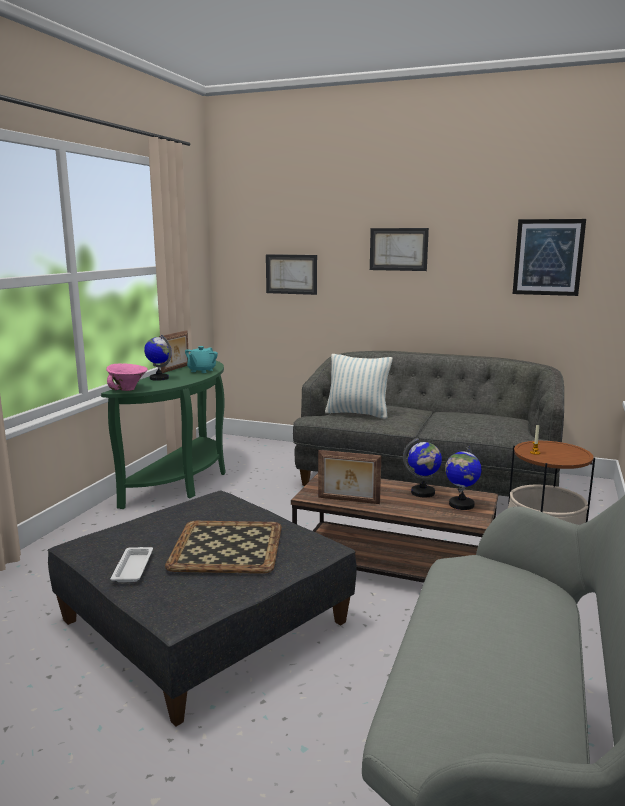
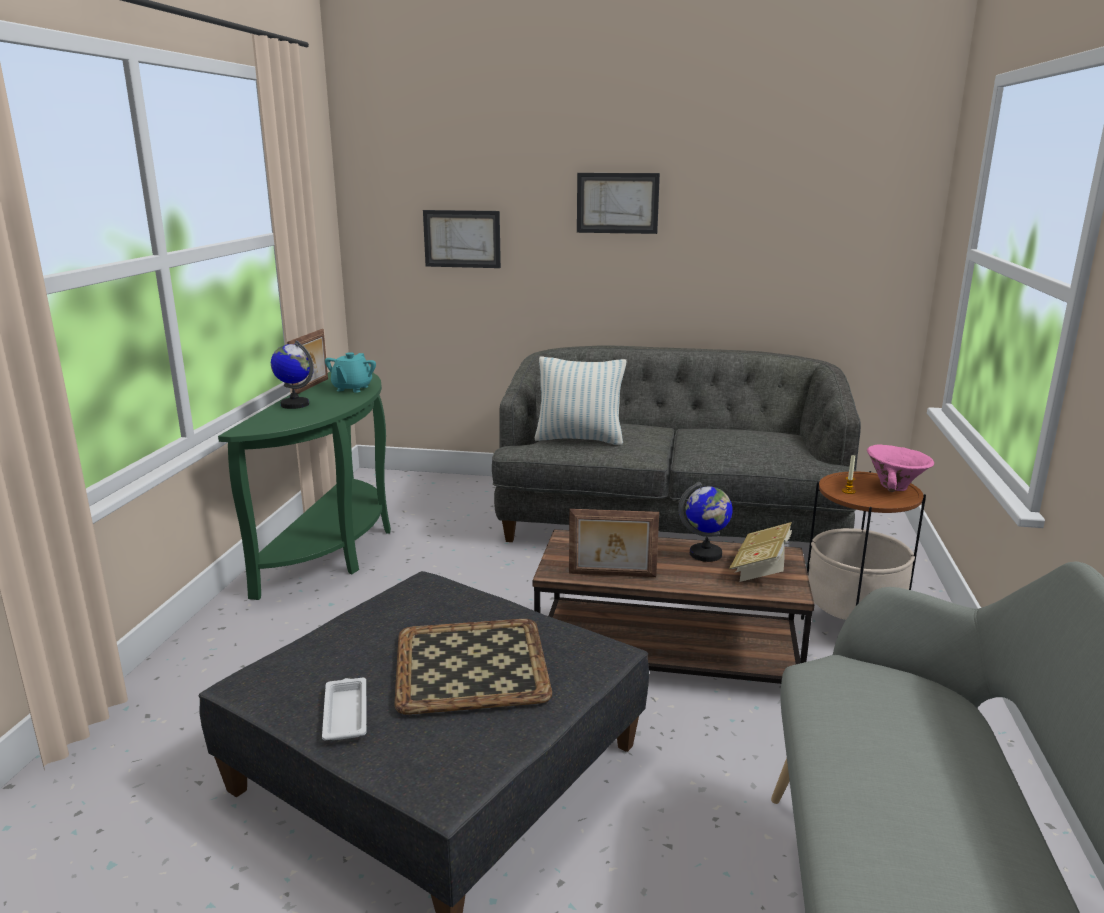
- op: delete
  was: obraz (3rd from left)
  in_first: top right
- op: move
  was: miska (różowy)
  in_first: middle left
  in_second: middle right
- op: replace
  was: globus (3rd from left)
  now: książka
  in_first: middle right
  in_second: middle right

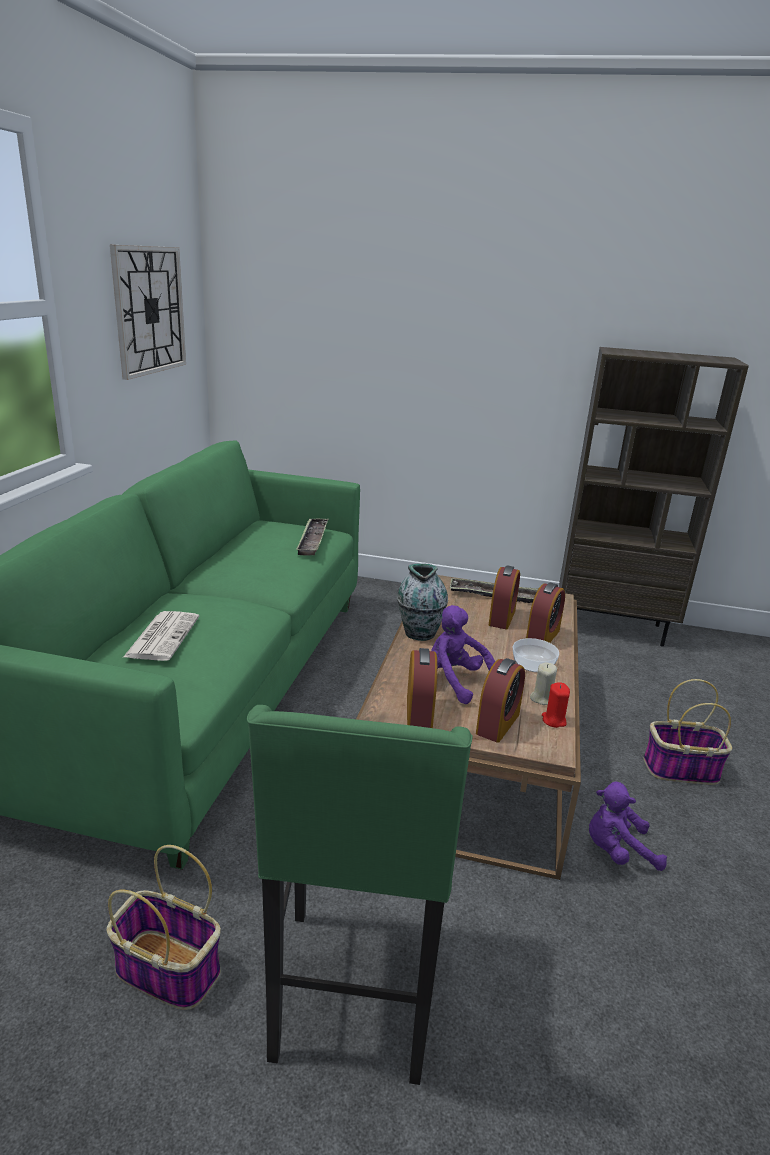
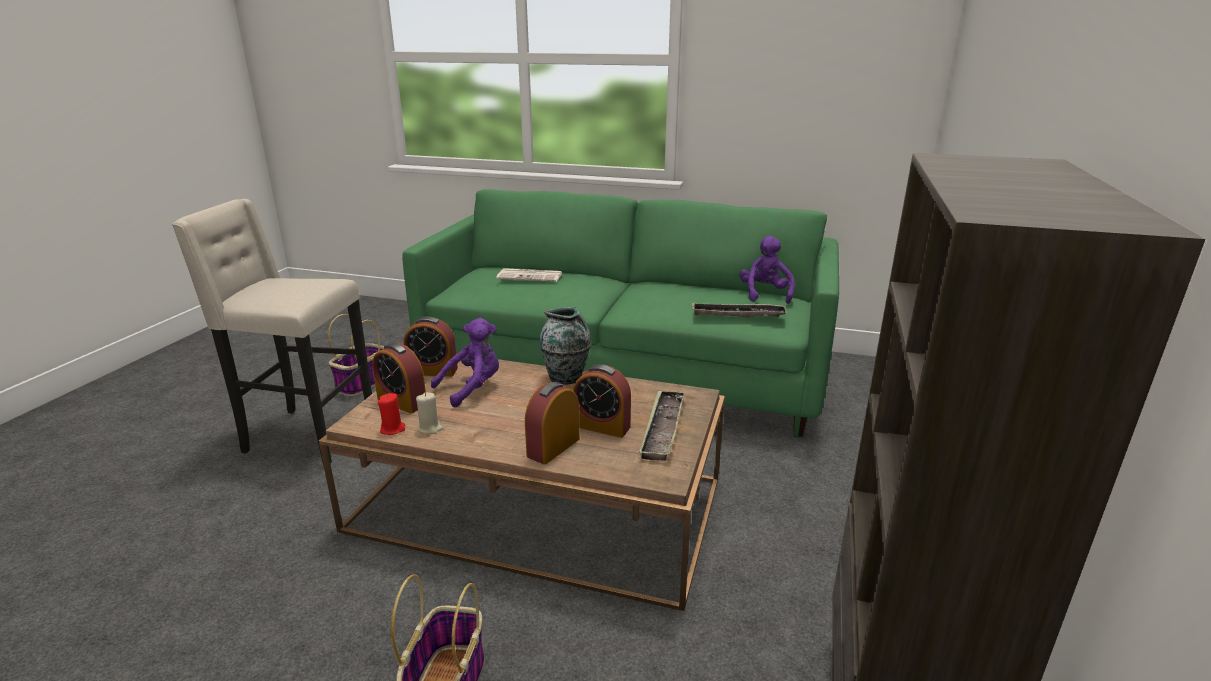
- op: delete
  was: zegar ścienny
  in_first: top left
- op: delete
  was: miska
  in_first: middle right
- op: move
  was: pluszak (fioletowy) (2nd from left)
  in_first: bottom right
  in_second: centre
- op: recolor
  was: stołek (zielony)
  now: stołek (beżowy)
  in_first: bottom centre
  in_second: middle left
- op: rotate
  was: budzik (4th from left in the first image)
  in_first: middle right
  in_second: centre
  clockwise: 90

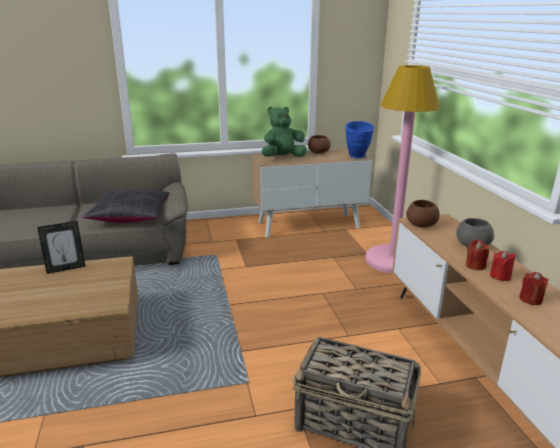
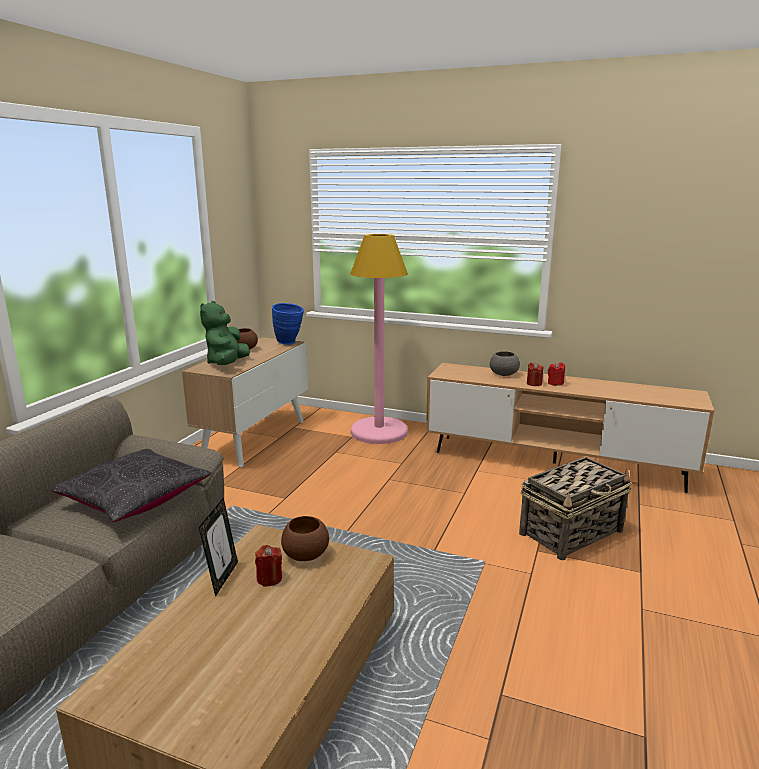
- op: move
  was: miska (brązowy) (2nd from left)
  in_first: middle right
  in_second: bottom centre
- op: move
  was: świeca (czerwony) (3rd from left in the first image)
  now: świeca (czerwony) (1st from left)
  in_first: middle right
  in_second: bottom centre

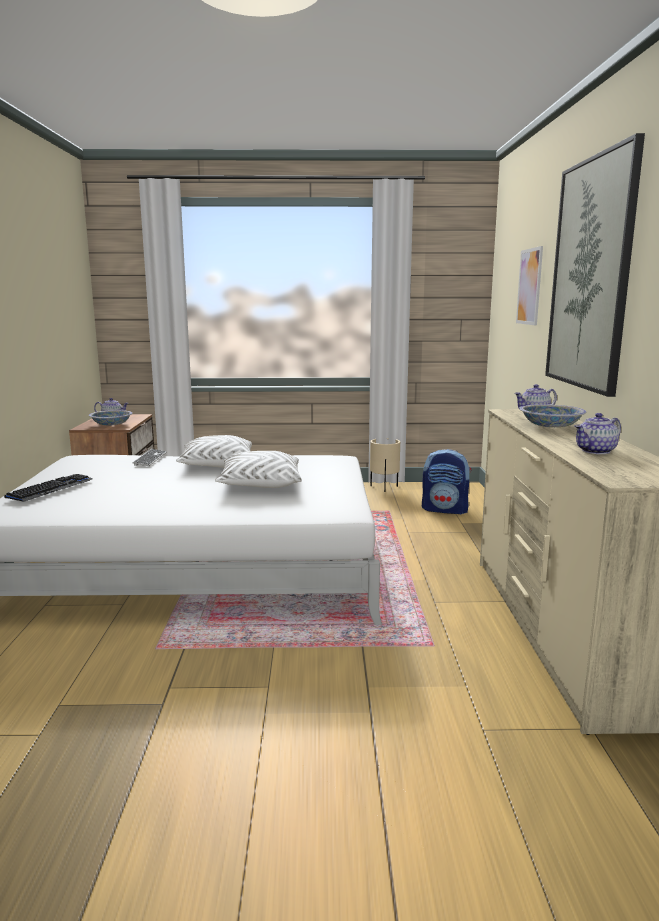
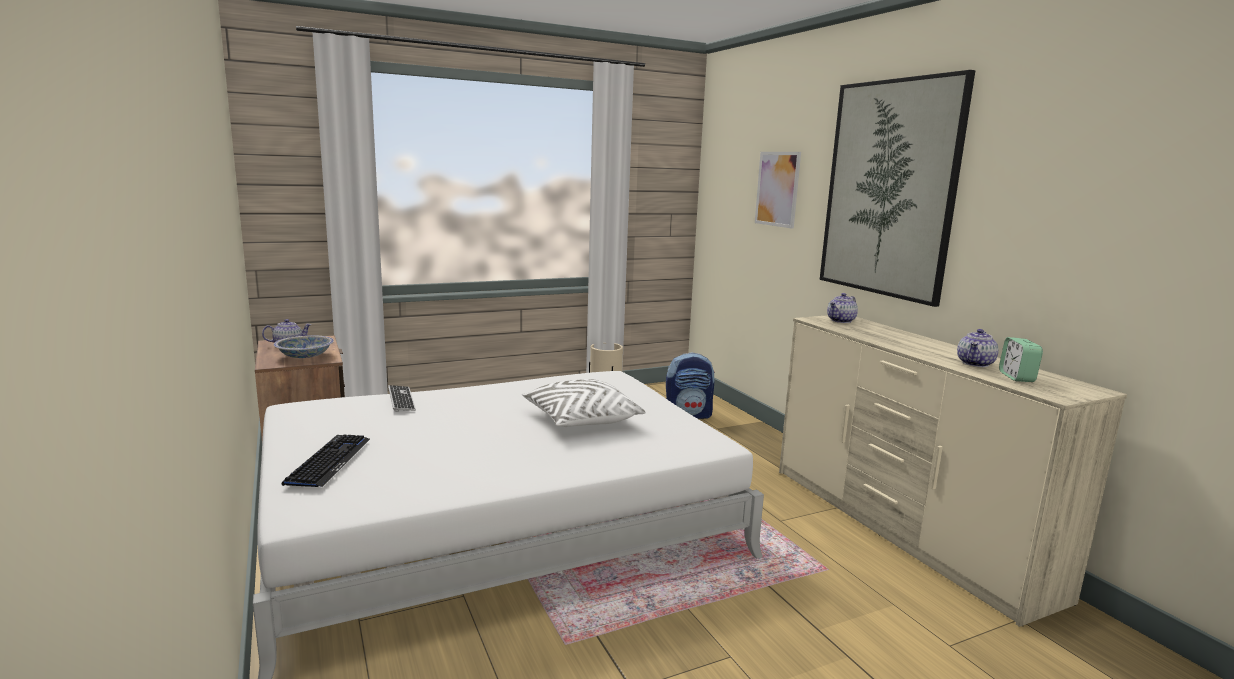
- op: delete
  was: poduszka (biały) (1st from left)
  in_first: middle left
- op: delete
  was: miska (2nd from left)
  in_first: middle right
- op: insert
  now: budzik
  in_second: middle right

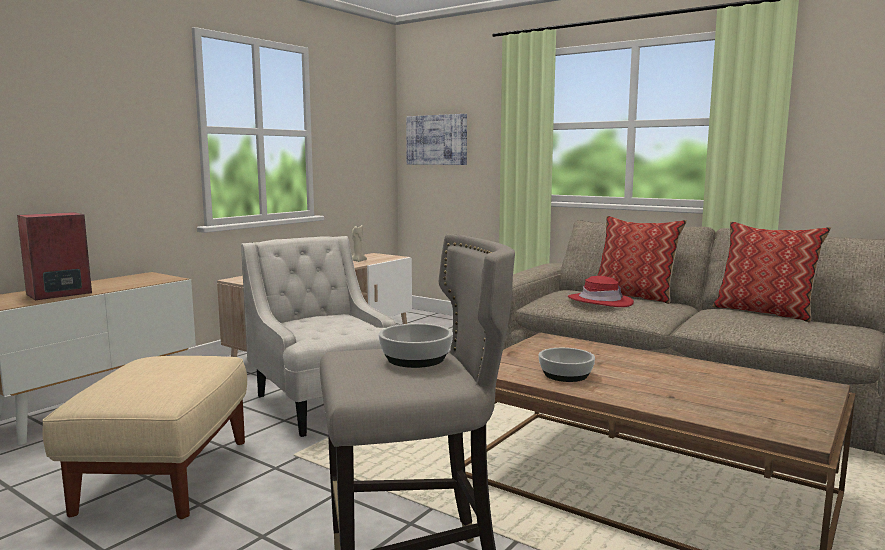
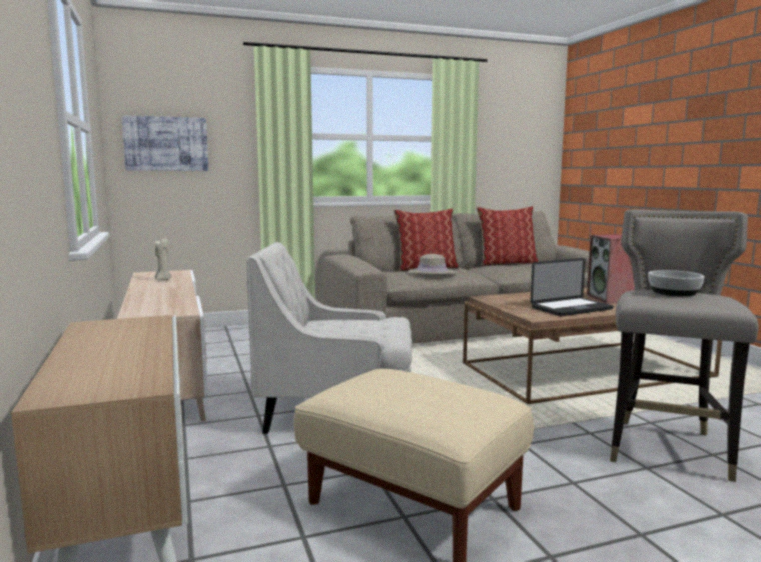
- op: move
  was: głośnik
  in_first: middle left
  in_second: middle right
- op: replace
  was: miska (2nd from left)
  now: laptop
  in_first: centre
  in_second: middle right
- op: recolor
  was: kapelusz (czerwony)
  now: kapelusz (beżowy)
  in_first: middle right
  in_second: centre

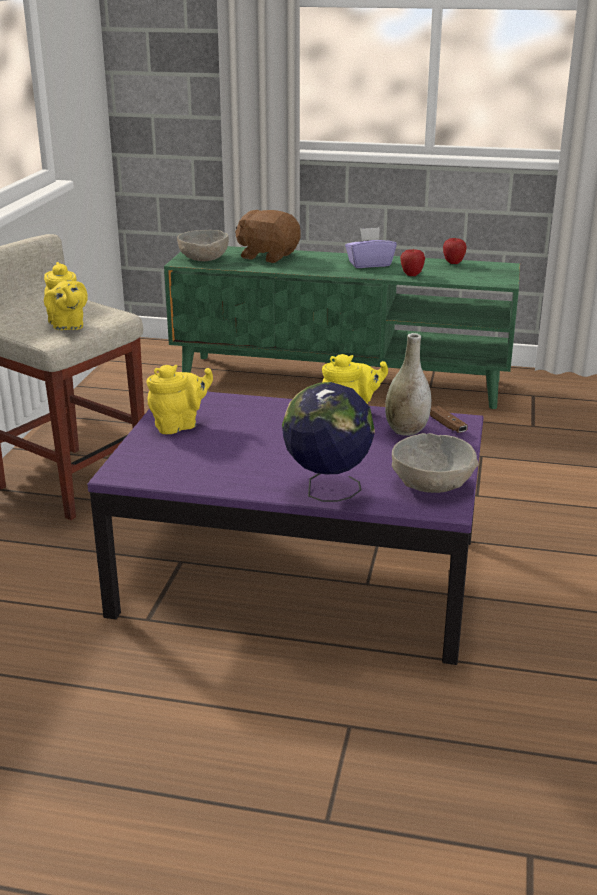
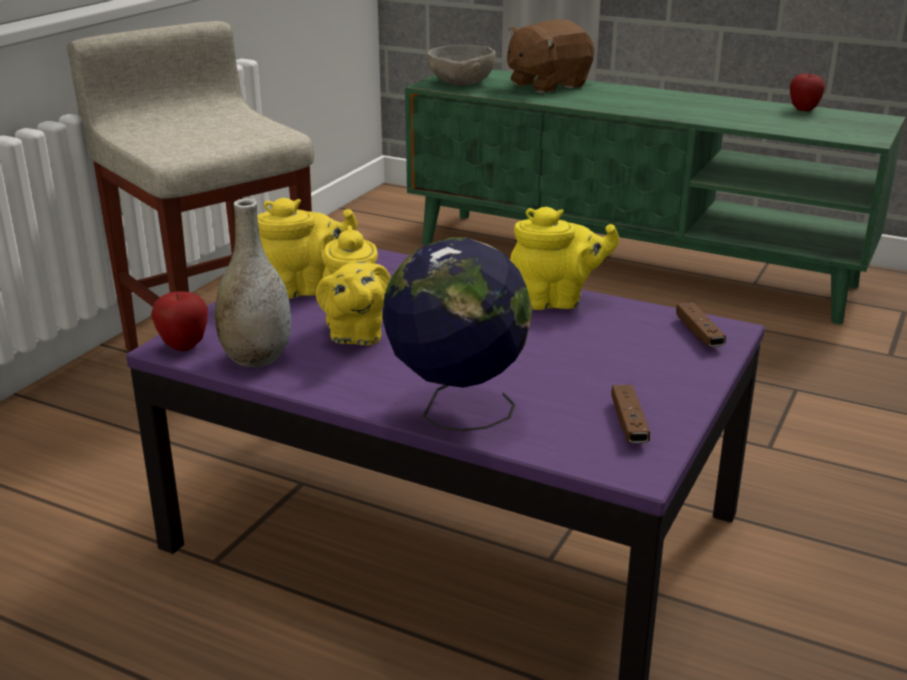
- op: delete
  was: pudełko chusteczek (fioletowy)
  in_first: top centre
- op: move
  was: imbryk (żółty) (1st from left in the first image)
  now: imbryk (żółty) (2nd from left)
  in_first: top left
  in_second: centre
- op: move
  was: wazon (szary)
  in_first: middle right
  in_second: middle left
- op: move
  was: jabłko (1st from left)
  in_first: top right
  in_second: middle left
- op: replace
  was: miska (szary) (2nd from left)
  now: pad do gier (brązowy) (1st from left)
  in_first: middle right
  in_second: middle right
- op: rotate
  was: pluszak (brązowy)
  in_first: top centre
  in_second: top centre
  clockwise: -75

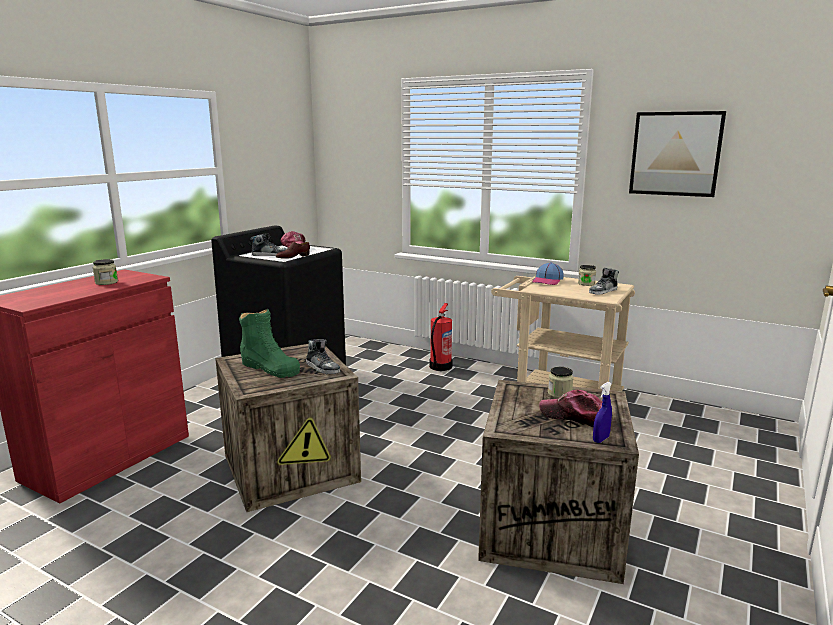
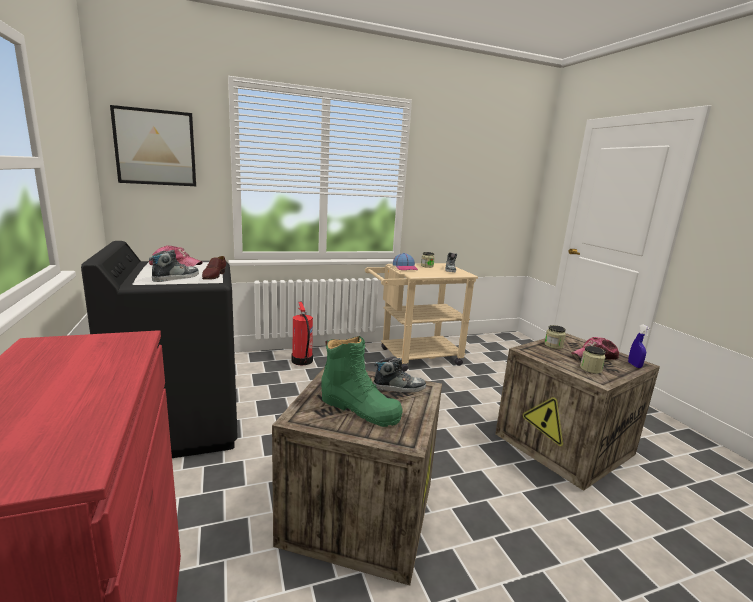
- op: move
  was: słoik (1st from left in the first image)
  now: słoik (3rd from left)
  in_first: middle left
  in_second: middle right
- op: move
  was: obraz
  in_first: top right
  in_second: top left
- op: rotate
  was: but z cholewką (zielony)
  in_first: middle left
  in_second: centre
  clockwise: 45

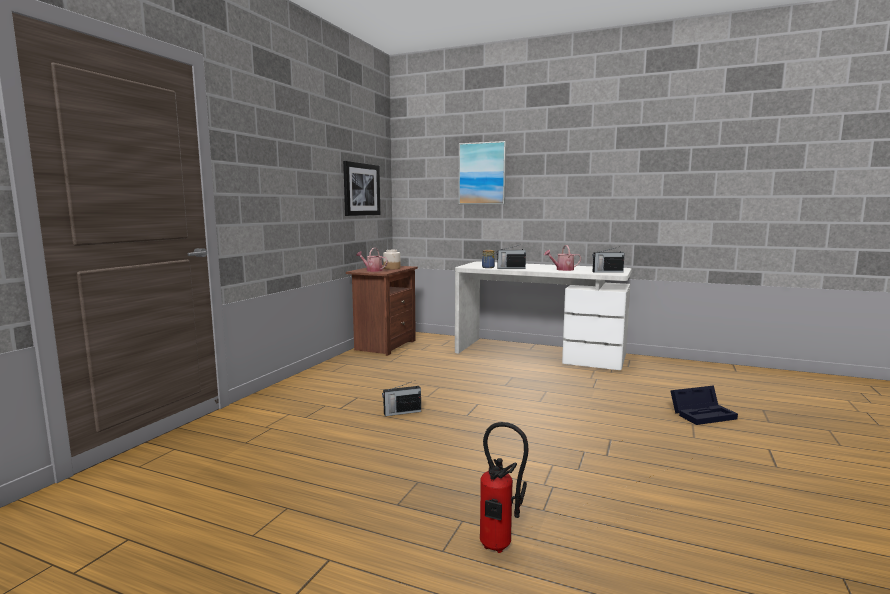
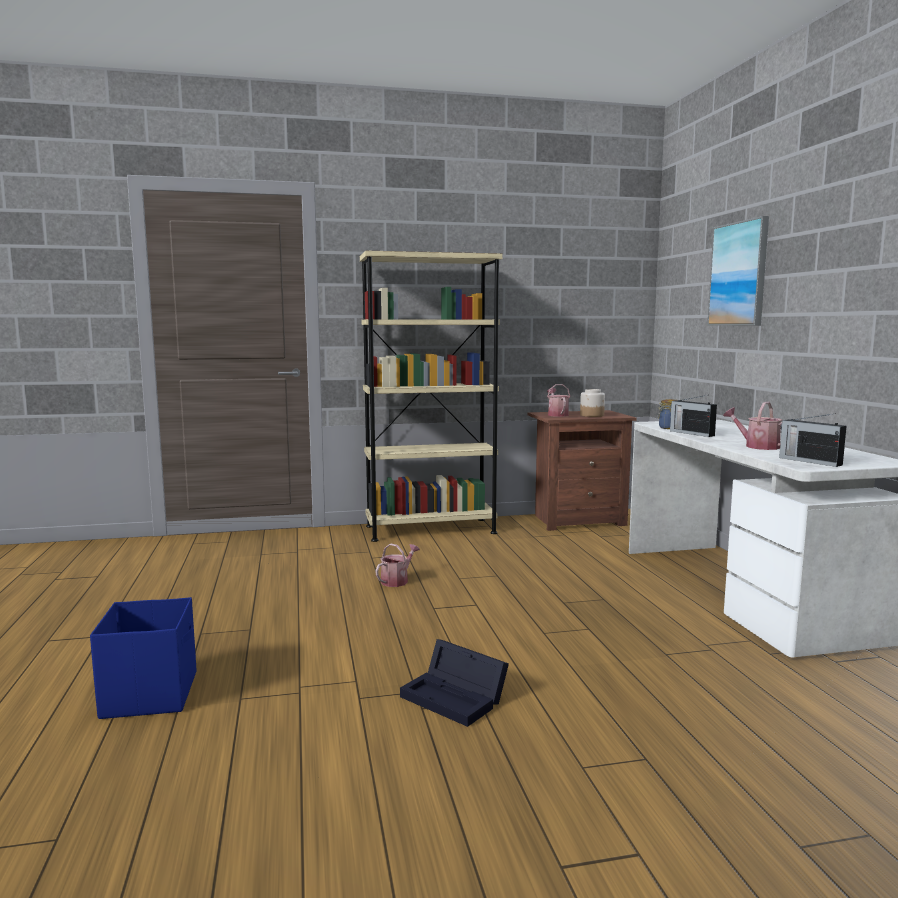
- op: delete
  was: obraz (1st from left)
  in_first: top centre
- op: insert
  now: regał (beżowy)
  in_second: centre
- op: move
  was: pojemnik do przechowywania (czarny)
  in_first: bottom right
  in_second: bottom centre
- op: replace
  was: radio (1st from left)
  now: konewka (1st from left)
  in_first: bottom centre
  in_second: centre
- op: replace
  was: gaśnica
  now: pojemnik do przechowywania (niebieski)
  in_first: bottom centre
  in_second: bottom left

